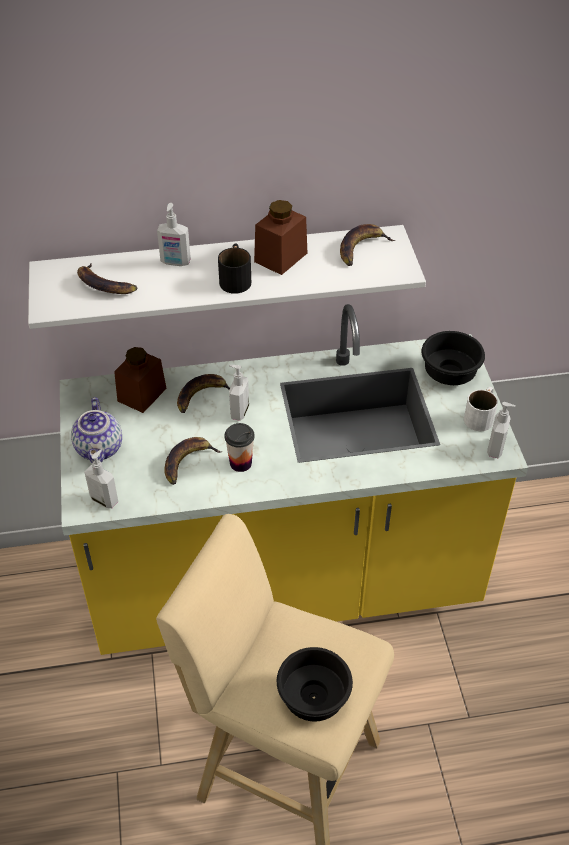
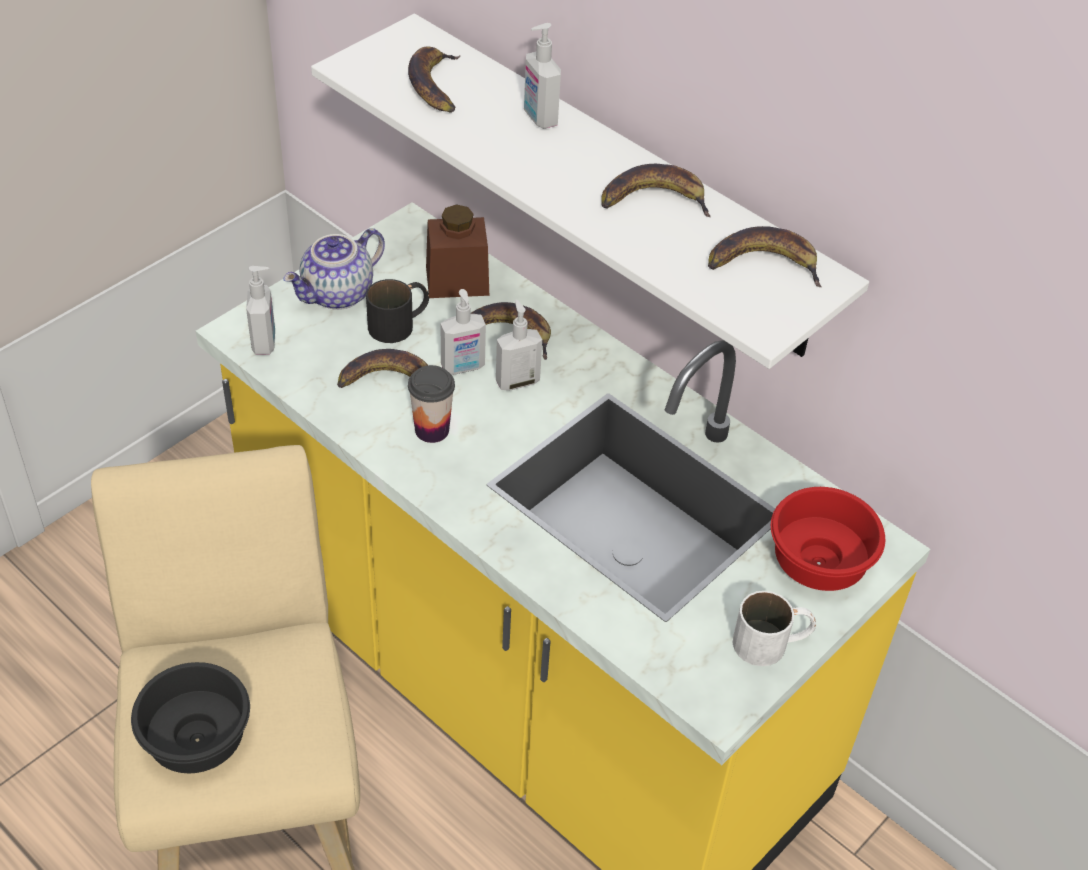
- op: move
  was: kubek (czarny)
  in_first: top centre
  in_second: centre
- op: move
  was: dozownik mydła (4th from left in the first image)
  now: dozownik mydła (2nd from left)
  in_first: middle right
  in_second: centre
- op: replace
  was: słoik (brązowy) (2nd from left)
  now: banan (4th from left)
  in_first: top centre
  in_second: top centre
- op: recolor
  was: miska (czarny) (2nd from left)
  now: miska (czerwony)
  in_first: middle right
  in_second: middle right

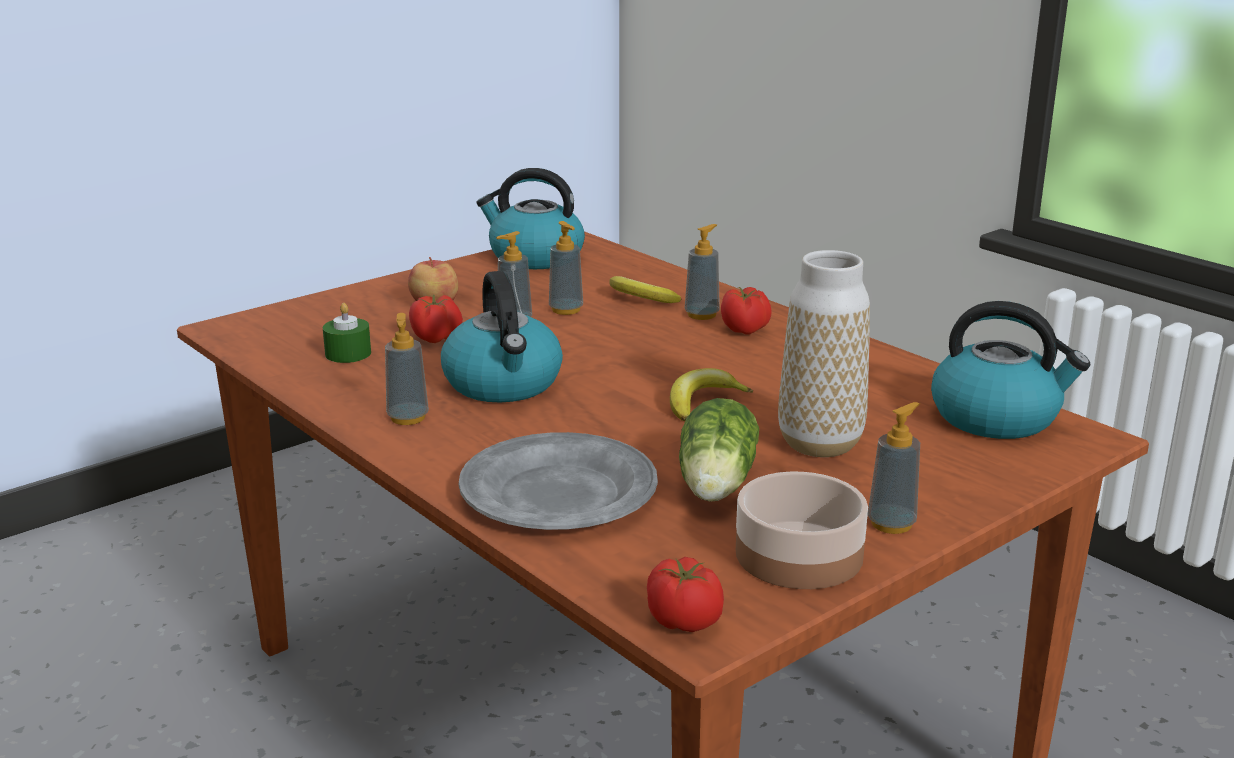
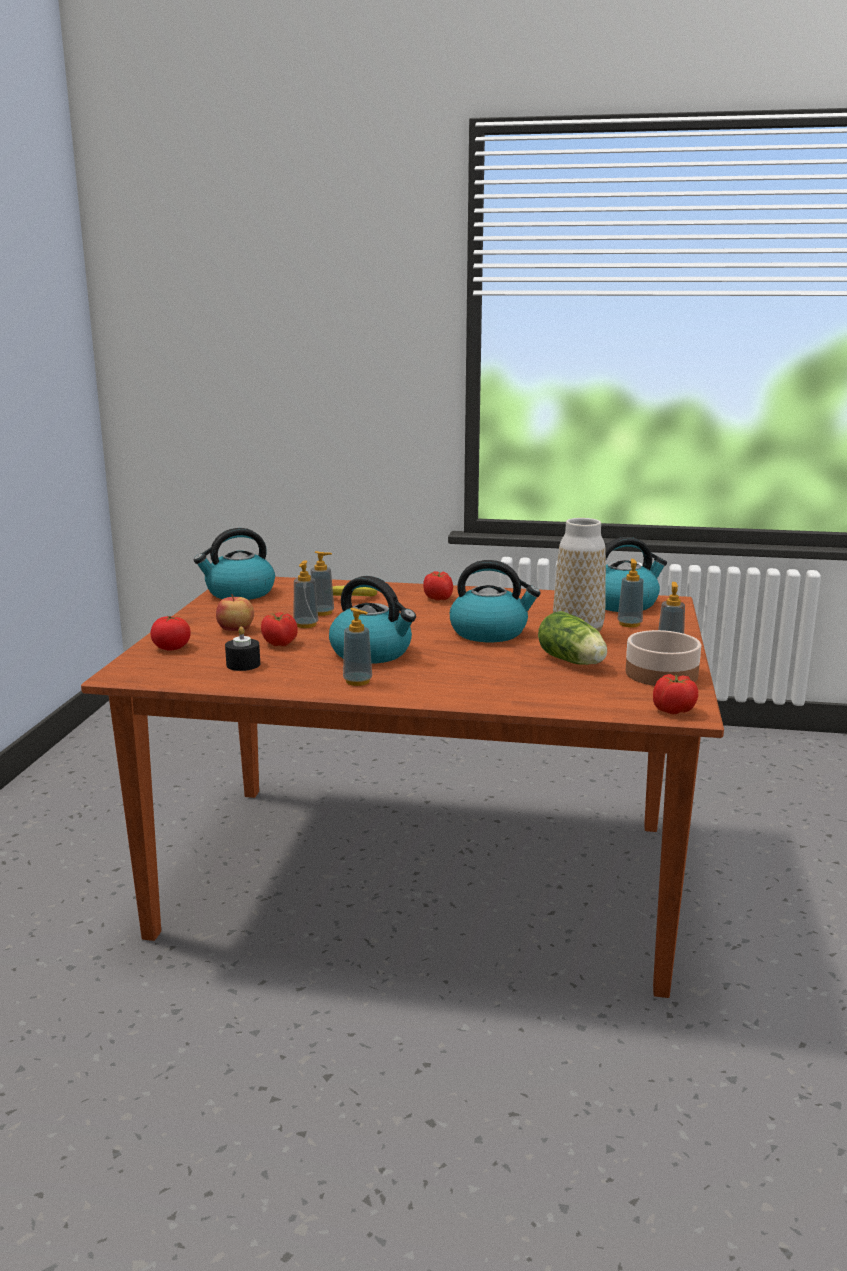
- op: delete
  was: talerz (szary)
  in_first: centre
- op: insert
  now: pomidor (1st from left)
  in_second: middle left
- op: move
  was: dozownik mydła (4th from left)
  in_first: centre
  in_second: middle right
- op: replace
  was: banan (2nd from left)
  now: czajnik (3rd from left)
  in_first: centre
  in_second: centre
- op: recolor
  was: świeca (zielony)
  now: świeca (czarny)
  in_first: middle left
  in_second: middle left

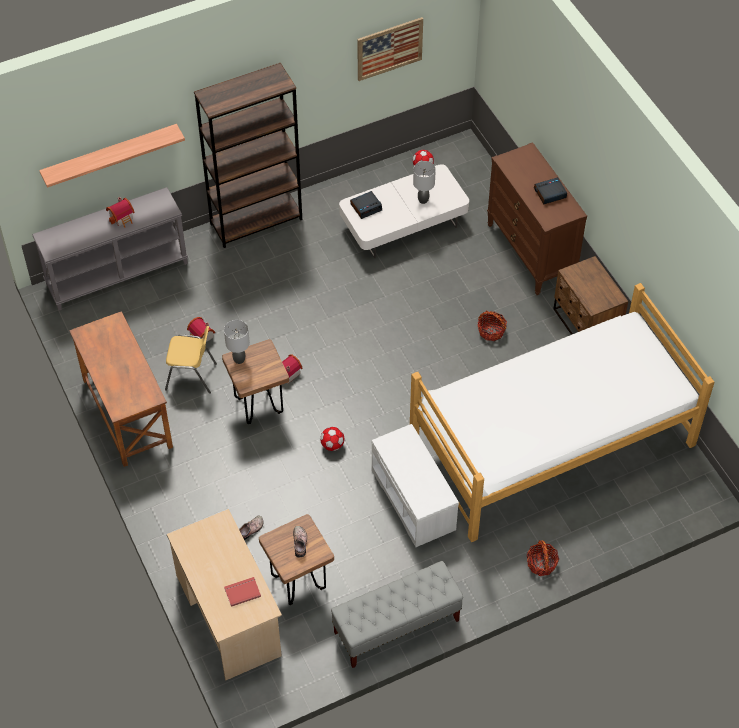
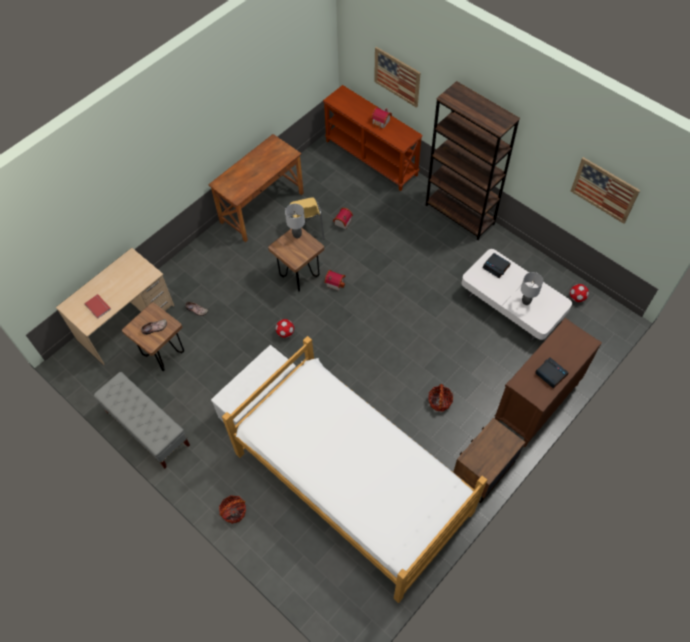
- op: replace
  was: półka
  now: obraz (1st from left)
  in_first: top left
  in_second: top centre
- op: recolor
  was: stolik konsolowy (szary)
  now: stolik konsolowy (brązowy)
  in_first: middle left
  in_second: top centre

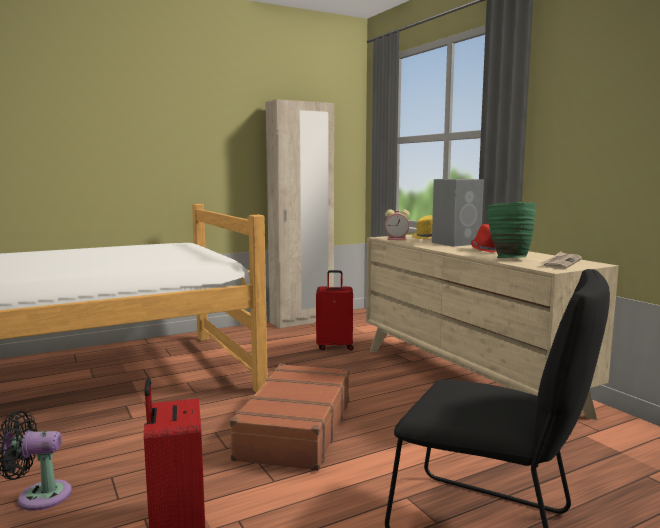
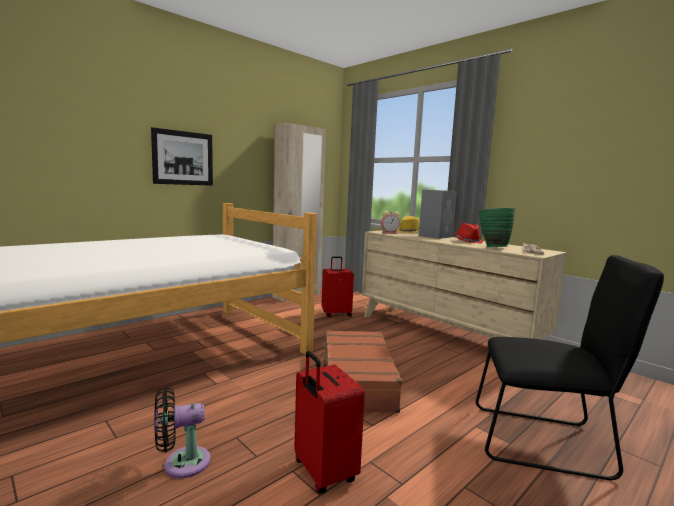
- op: insert
  now: obraz
  in_second: top left

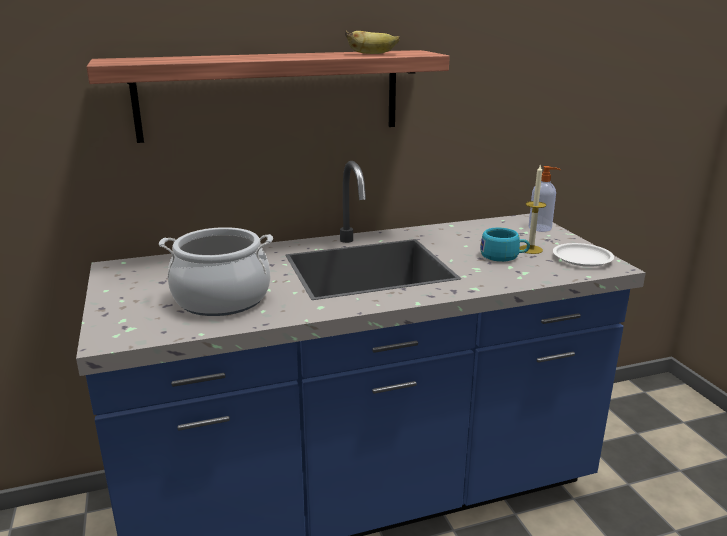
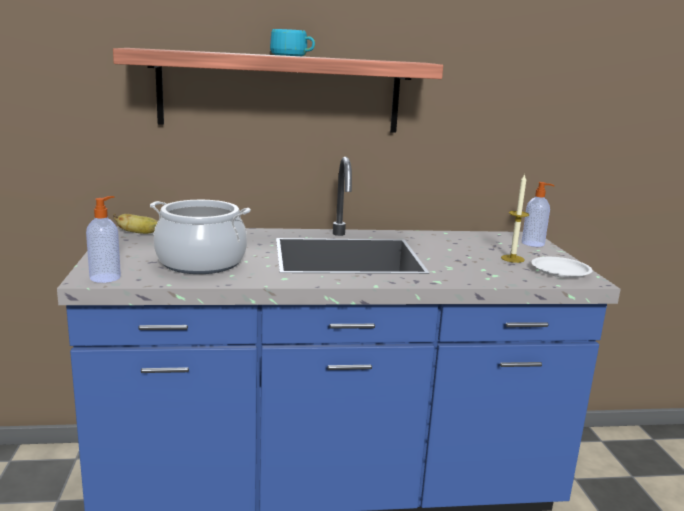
- op: insert
  now: dozownik mydła (1st from left)
  in_second: middle left
- op: move
  was: banan
  in_first: top centre
  in_second: middle left
- op: move
  was: filiżanka (turkusowy)
  in_first: middle right
  in_second: top centre

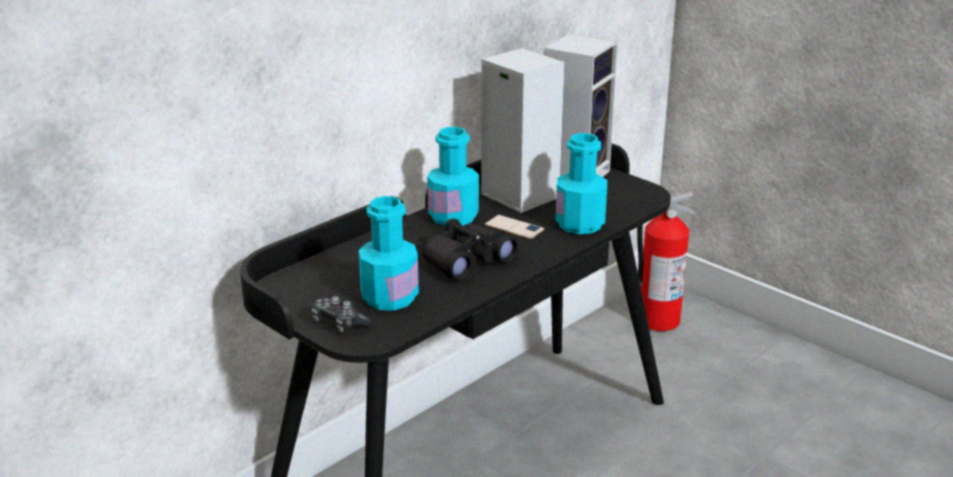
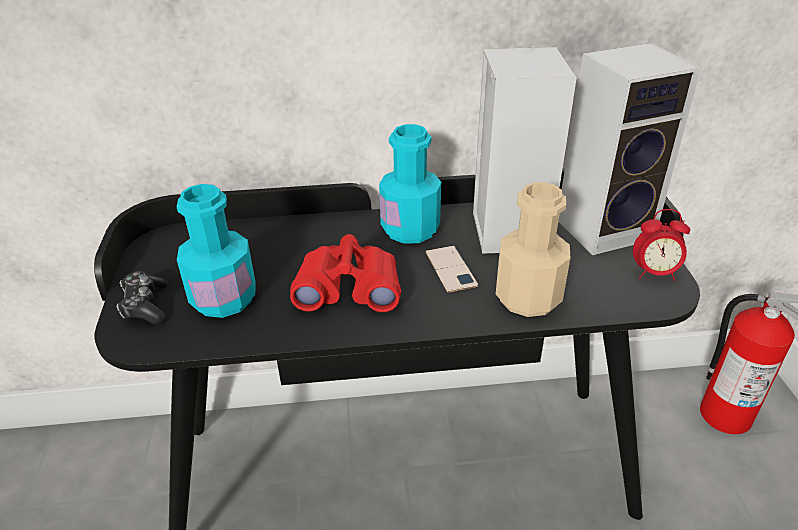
- op: insert
  now: budzik
  in_second: middle right
- op: recolor
  was: lornetka (czarny)
  now: lornetka (czerwony)
  in_first: centre
  in_second: centre
- op: recolor
  was: butelka (turkusowy) (3rd from left)
  now: butelka (beżowy)
  in_first: centre
  in_second: middle right

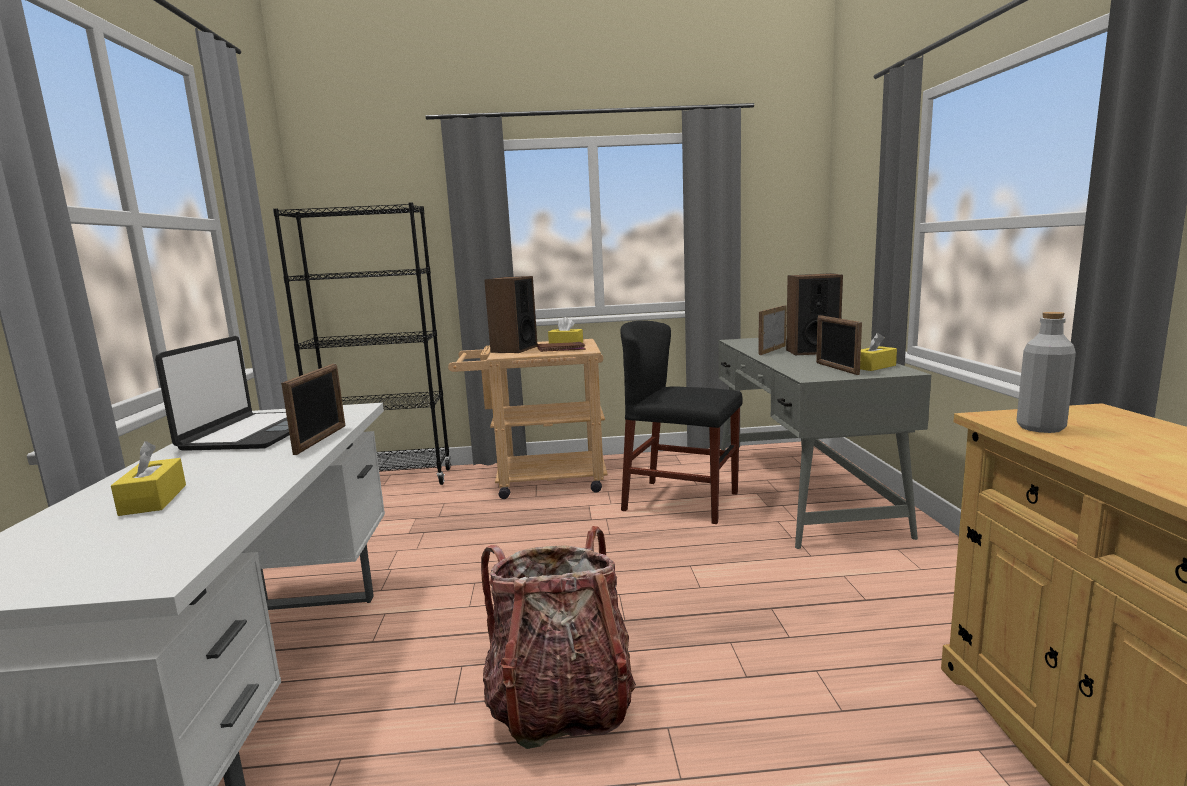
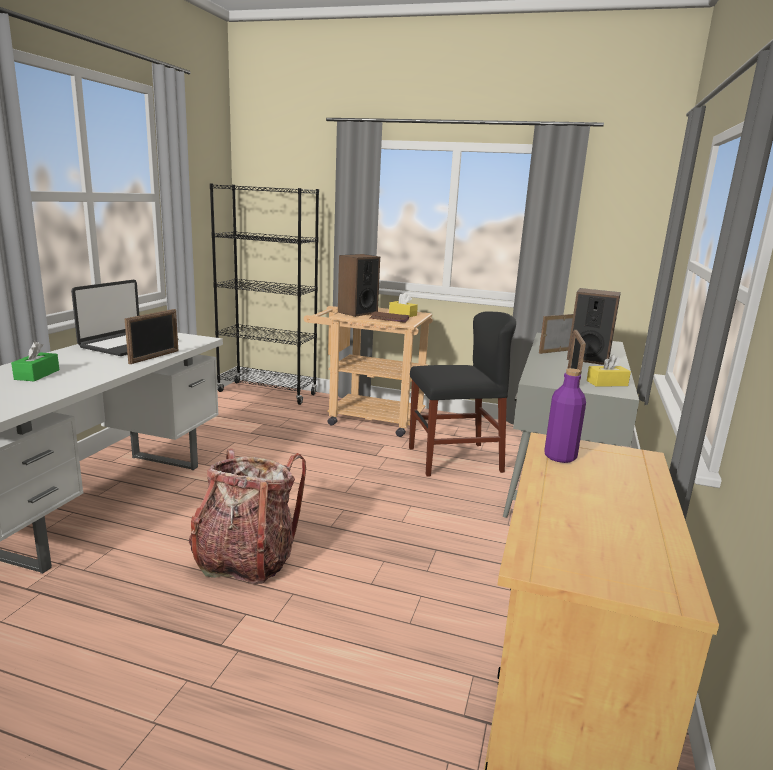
- op: recolor
  was: pudełko chusteczek (żółty) (1st from left)
  now: pudełko chusteczek (zielony)
  in_first: middle left
  in_second: middle left
- op: recolor
  was: butelka (szary)
  now: butelka (fioletowy)
  in_first: middle right
  in_second: middle right
- op: rotate
  was: krzesło (czarny)
  in_first: centre
  in_second: centre
  clockwise: 120

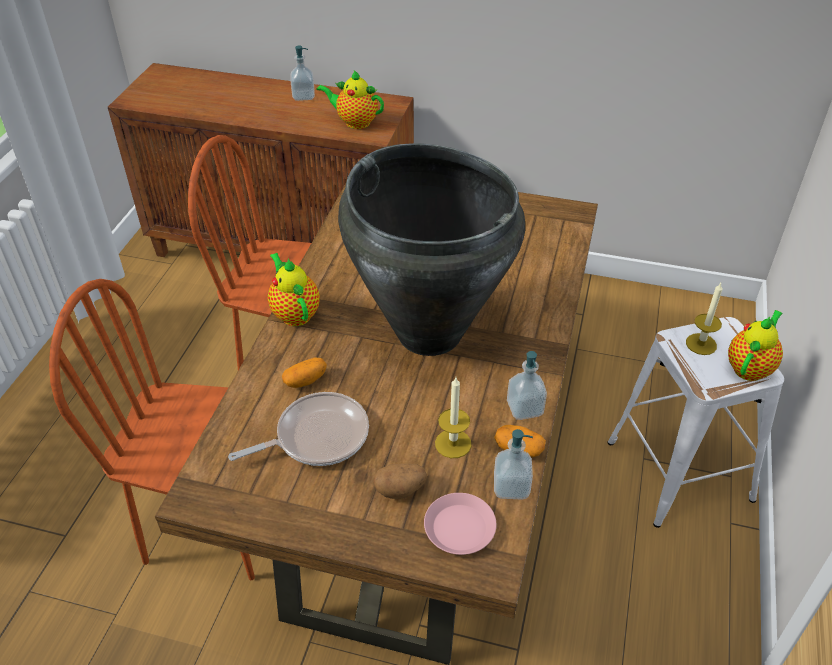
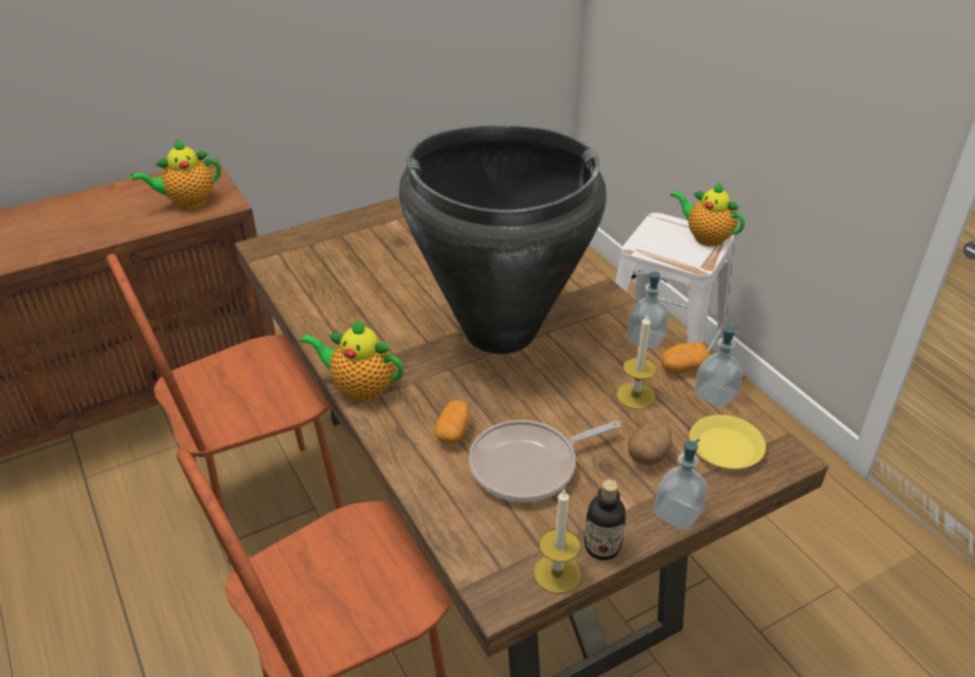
- op: insert
  now: butelka
  in_second: bottom centre
- op: move
  was: dozownik mydła (1st from left in the first image)
  now: dozownik mydła (2nd from left)
  in_first: top centre
  in_second: bottom right
- op: move
  was: świeca (2nd from left in the first image)
  now: świeca (1st from left)
  in_first: middle right
  in_second: bottom centre
- op: recolor
  was: talerz (różowy)
  now: talerz (żółty)
  in_first: bottom centre
  in_second: middle right
- op: rotate
  was: patelnia
  in_first: centre
  in_second: bottom centre
  clockwise: -135
- op: rotate
  was: imbryk (3rd from left)
  in_first: middle right
  in_second: top right
  clockwise: -45

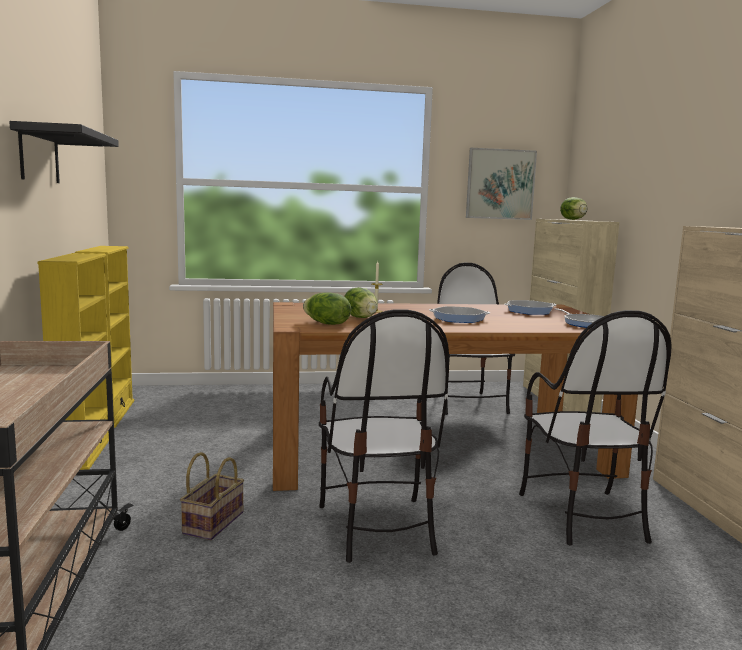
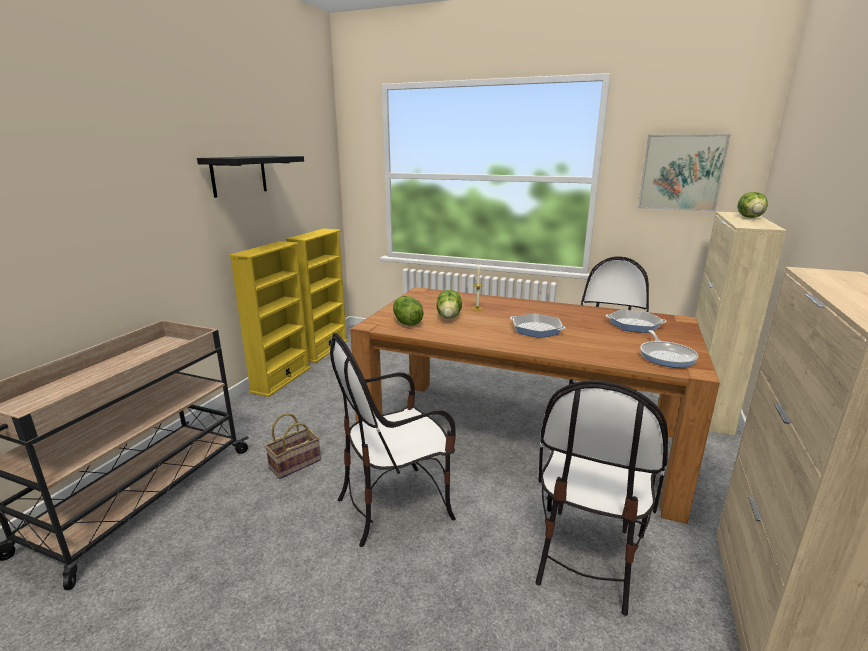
- op: rotate
  was: krzesło (1st from left)
  in_first: bottom centre
  in_second: bottom centre
  clockwise: 45

